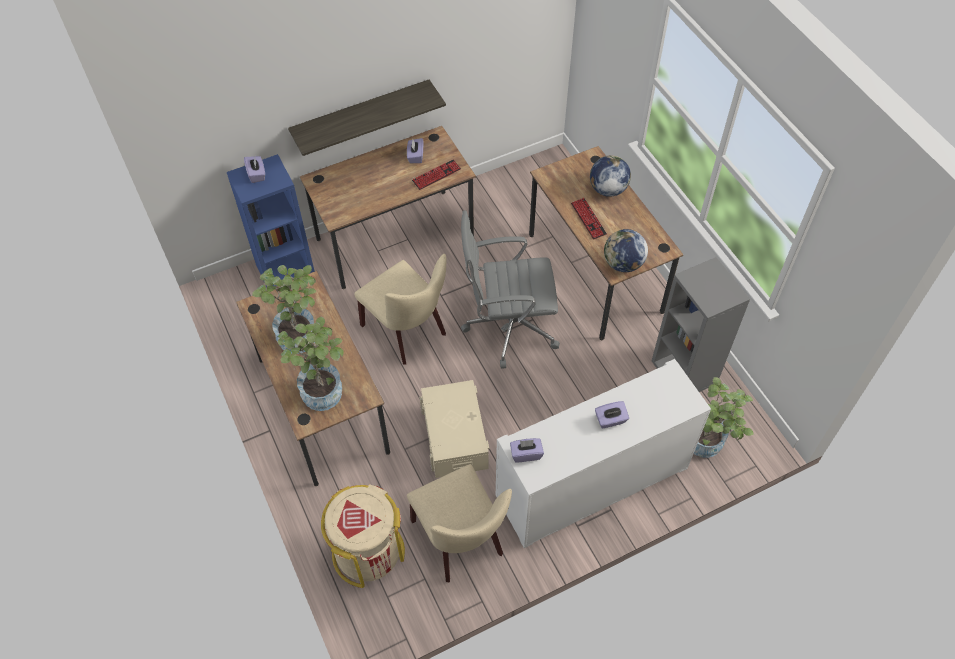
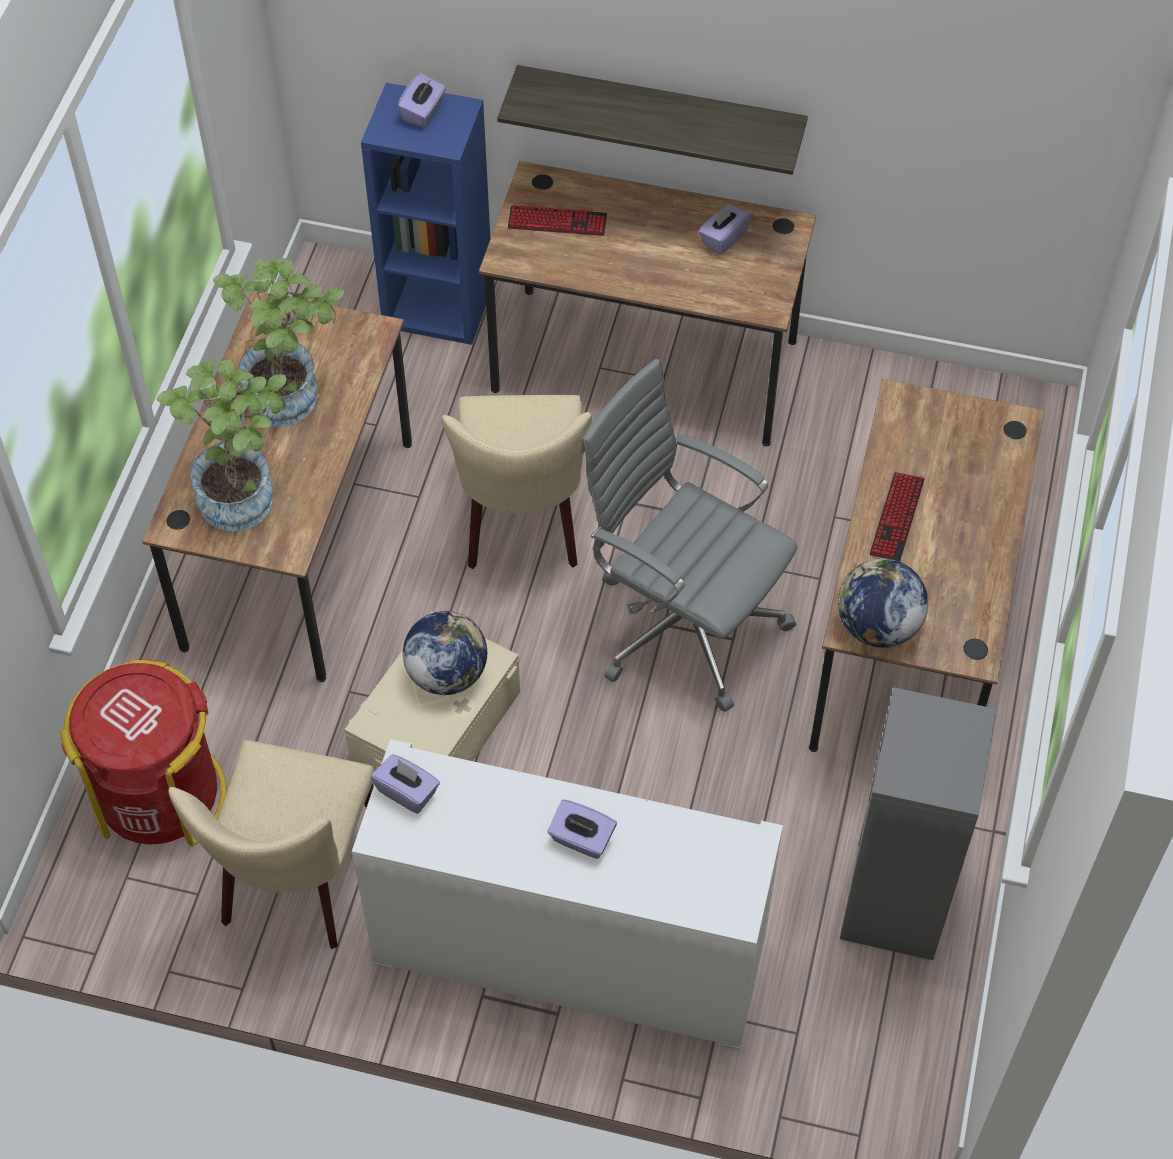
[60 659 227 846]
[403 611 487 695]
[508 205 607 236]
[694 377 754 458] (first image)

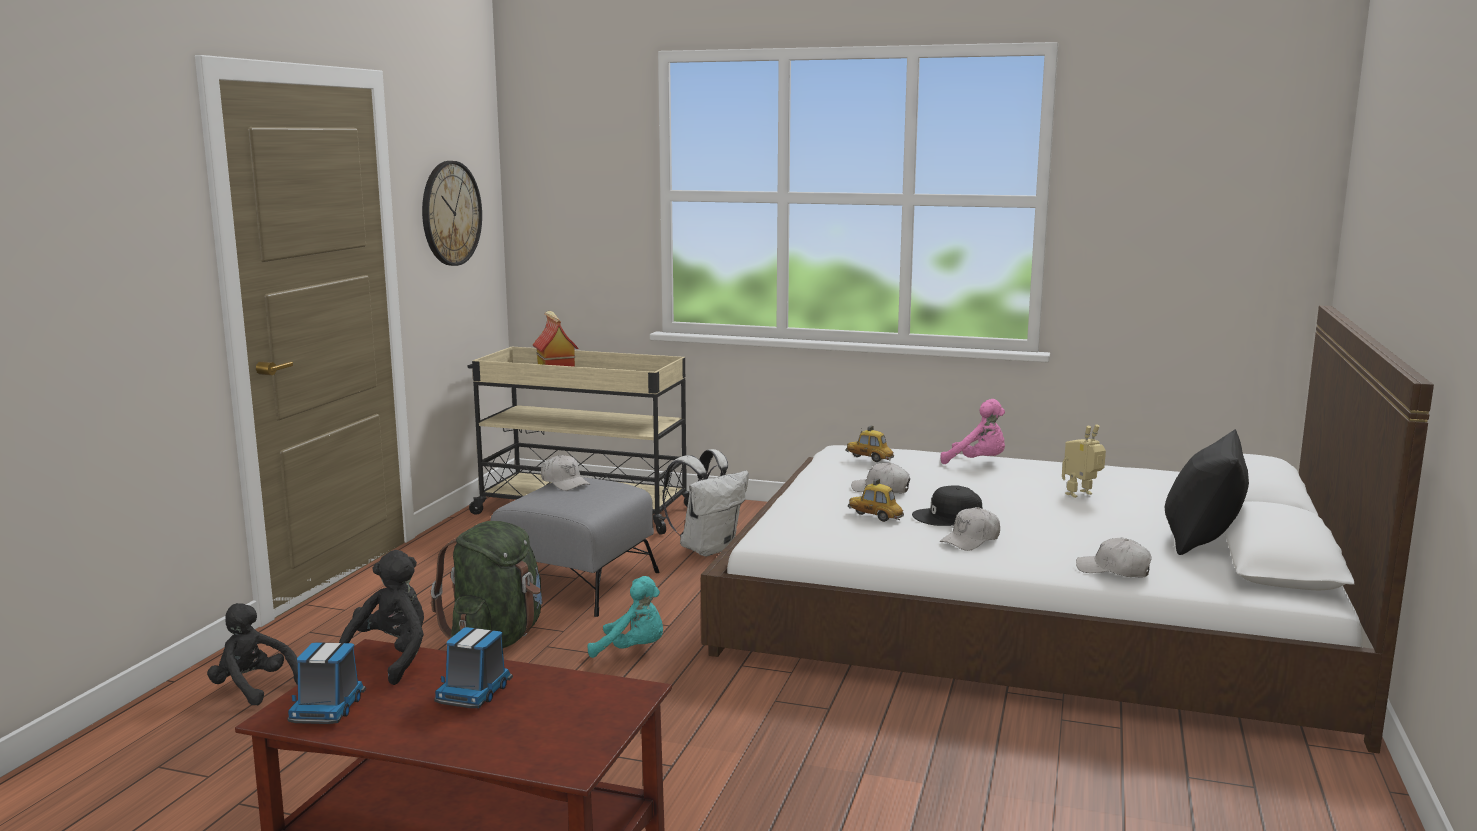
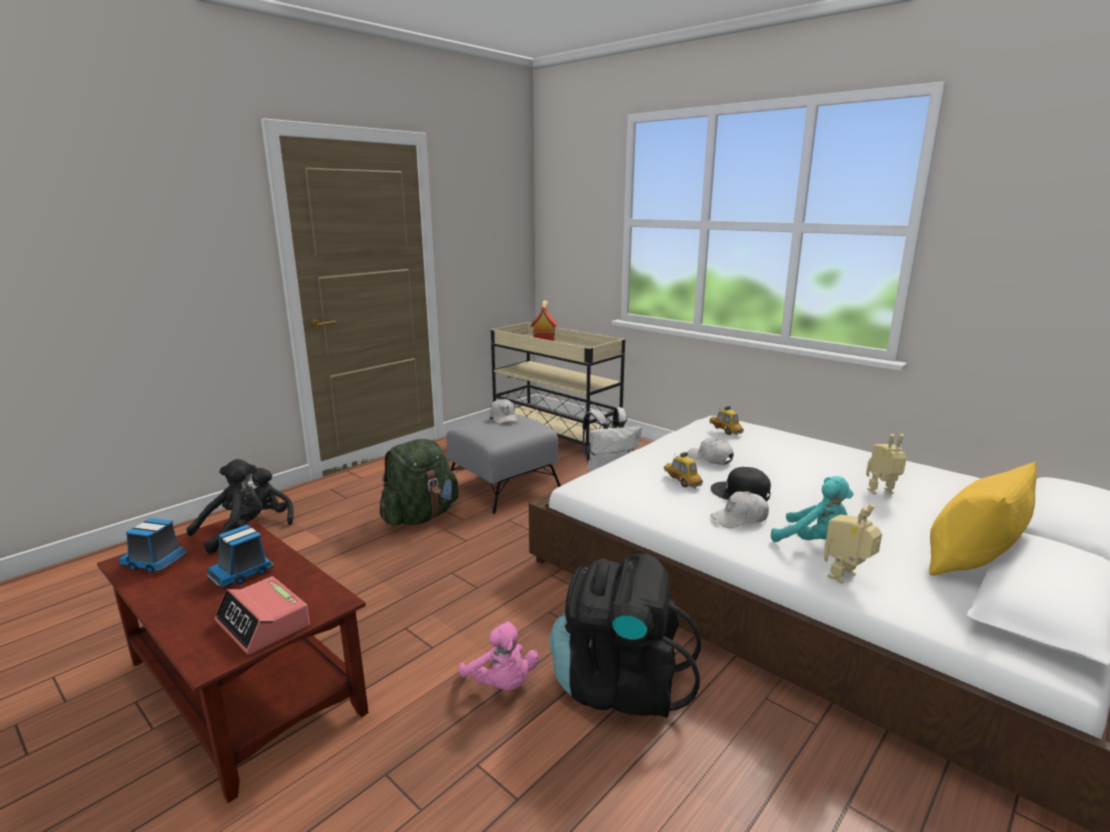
[118 518 188 573]
[214 576 310 655]
[459 621 539 690]
[550 553 701 718]
[771 476 853 542]
[824 504 882 584]
[929 461 1037 575]
[422 161 482 266] (first image)

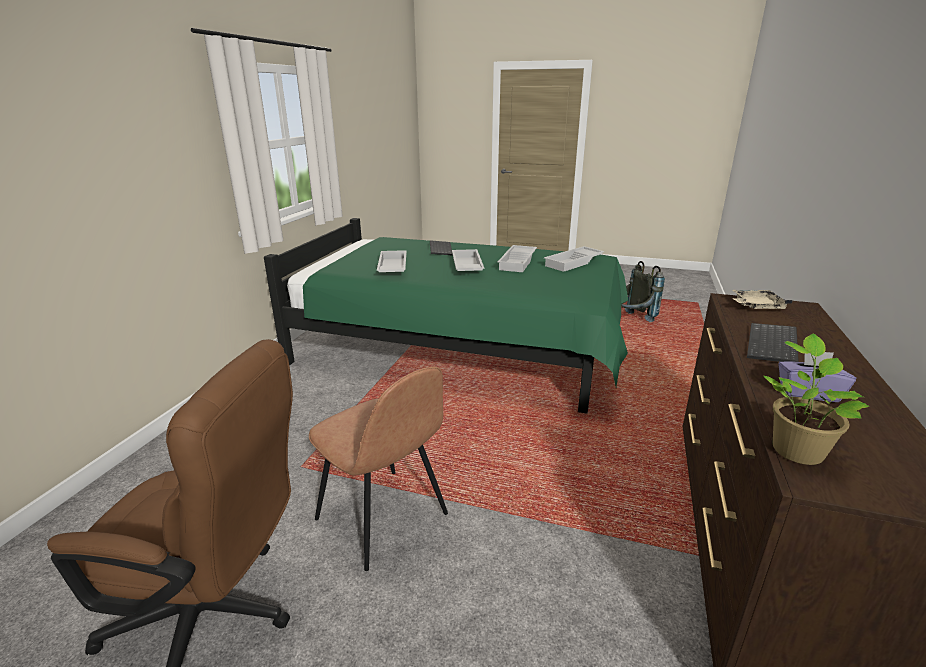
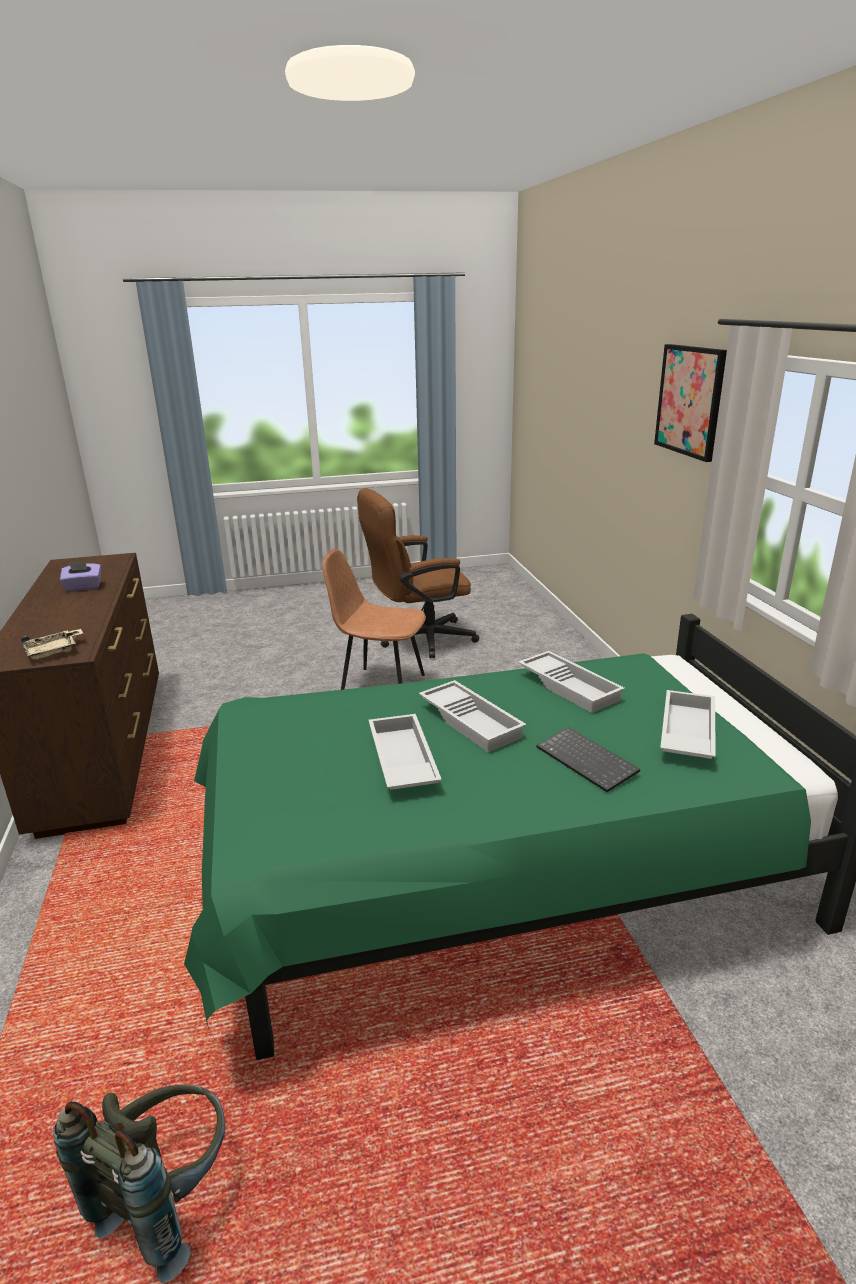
[654 344 727 462]
[660 690 716 759]
[747 323 799 362] (first image)
[764 334 870 465] (first image)

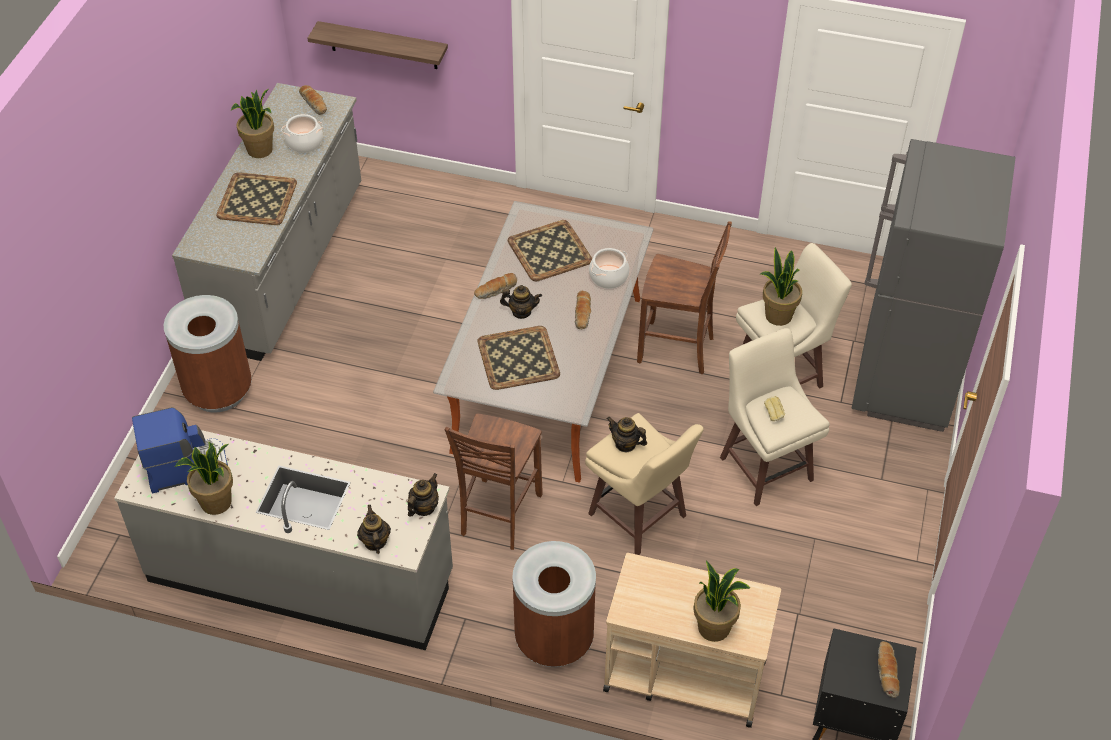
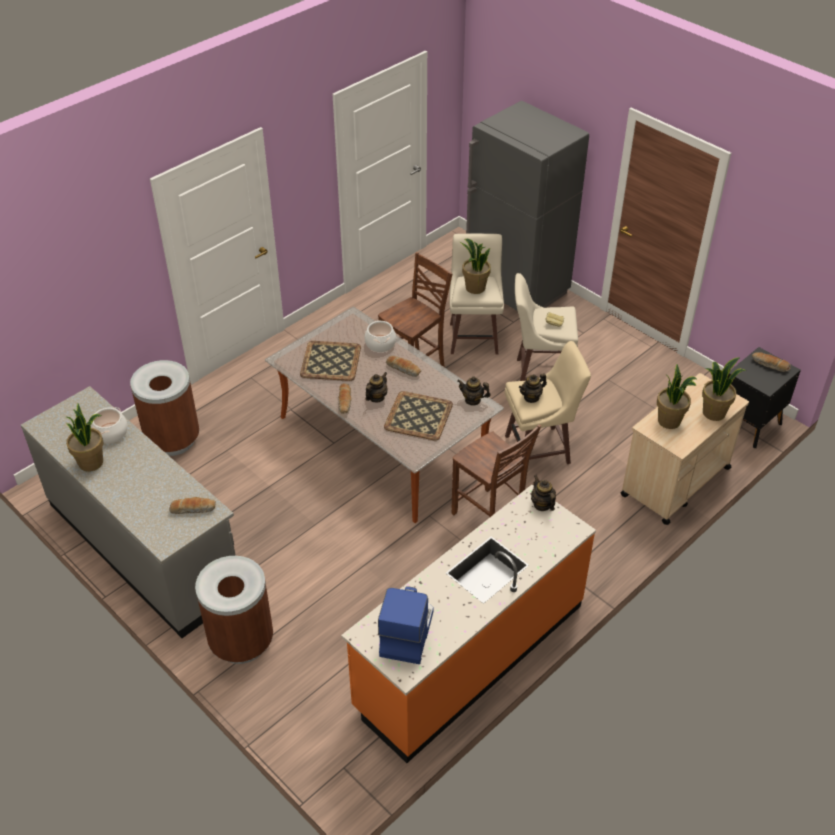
[130 360 199 456]
[169 497 216 514]
[341 485 596 763]
[457 377 491 406]
[657 364 697 429]
[216 172 297 225] (first image)
[308 21 448 69] (first image)

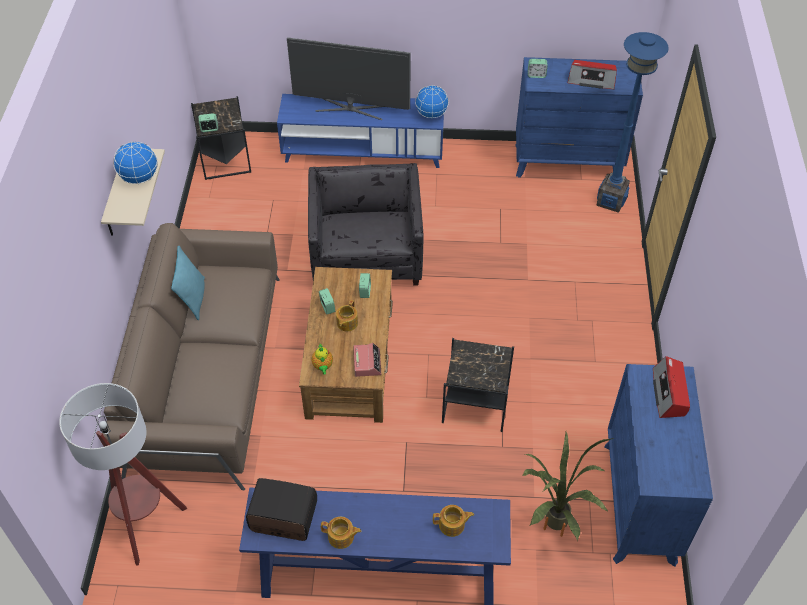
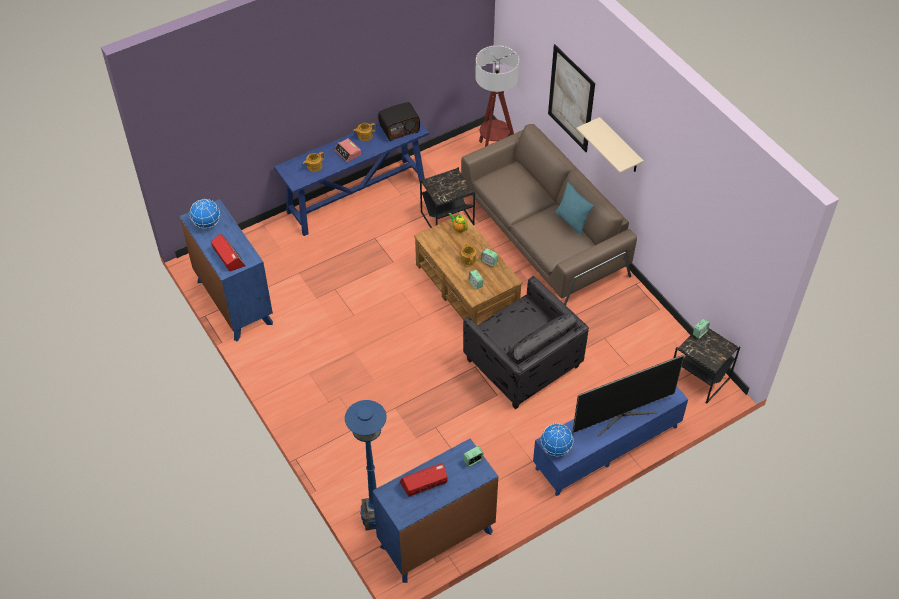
[190 199 220 229]
[334 138 361 162]
[420 167 475 228]
[548 44 595 152]
[522 432 613 541] (first image)

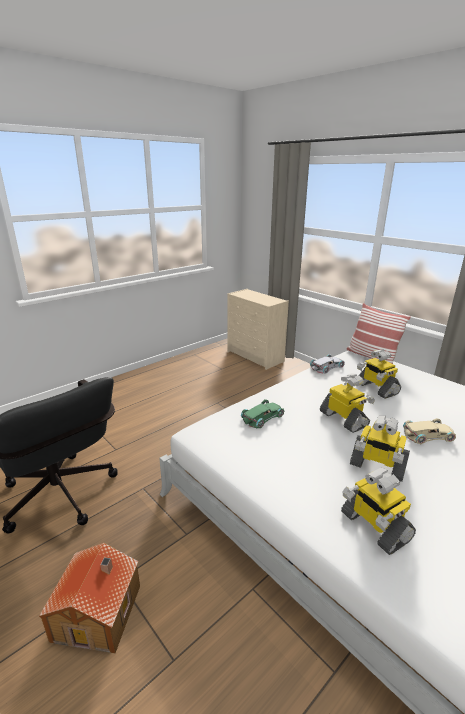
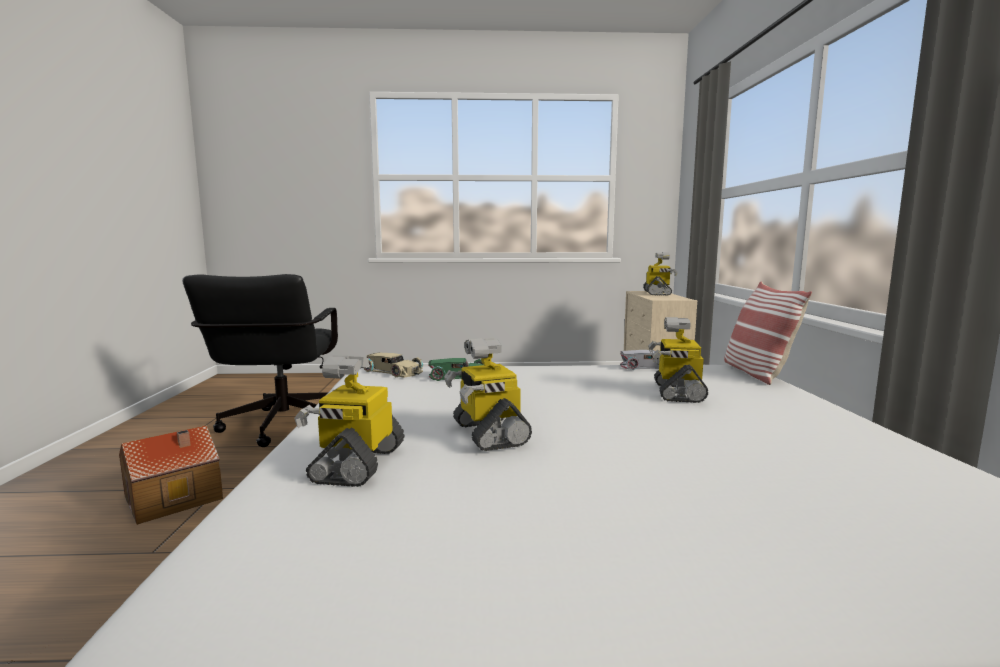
[364 352 423 378]
[643 252 678 296]

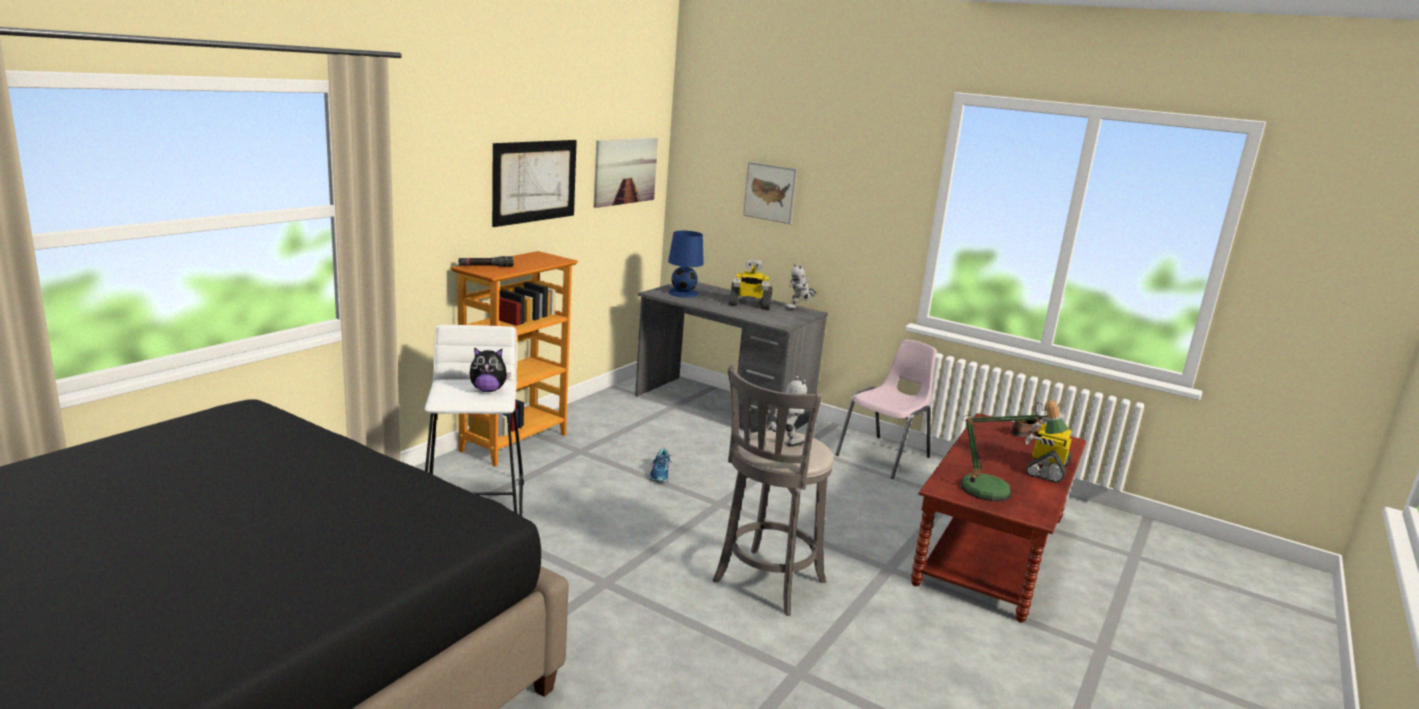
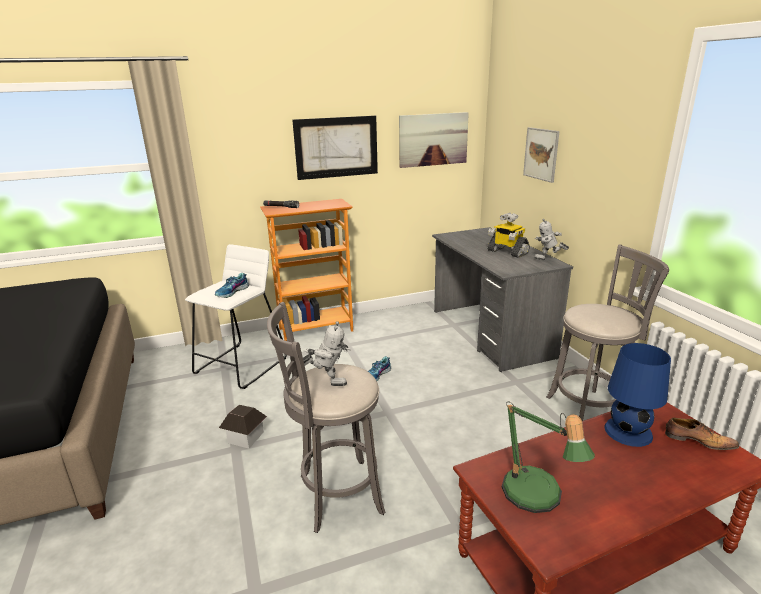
[215 273 249 298]
[219 405 267 449]
[546 244 669 421]
[605 343 671 447]
[1025 411 1072 483] (first image)

